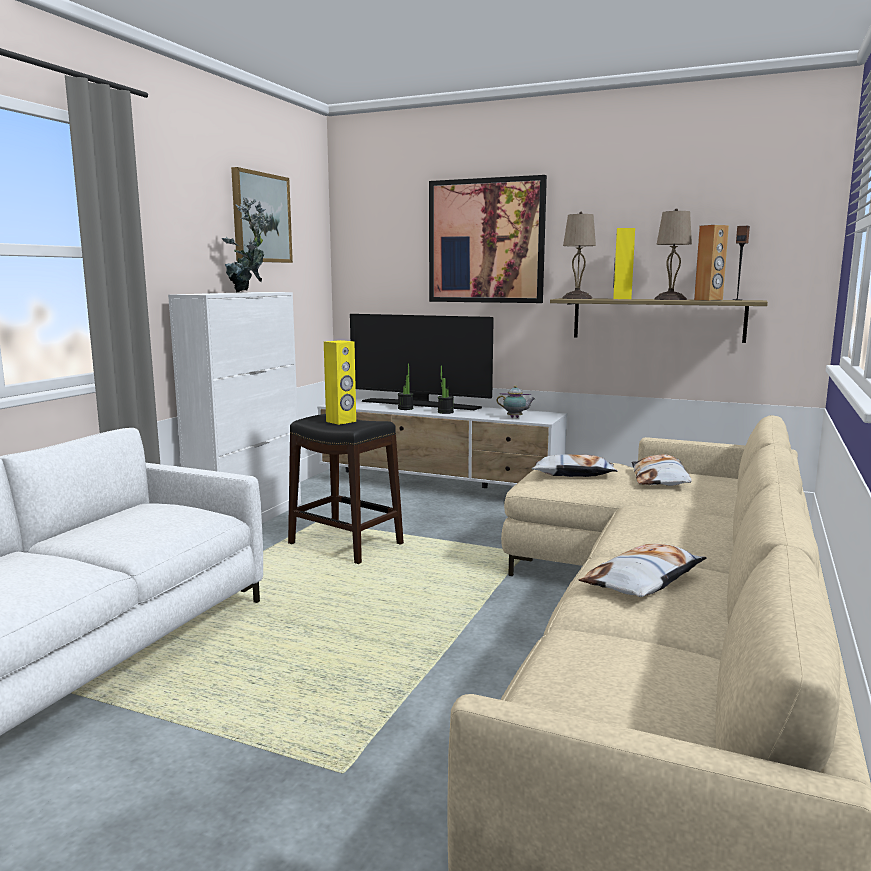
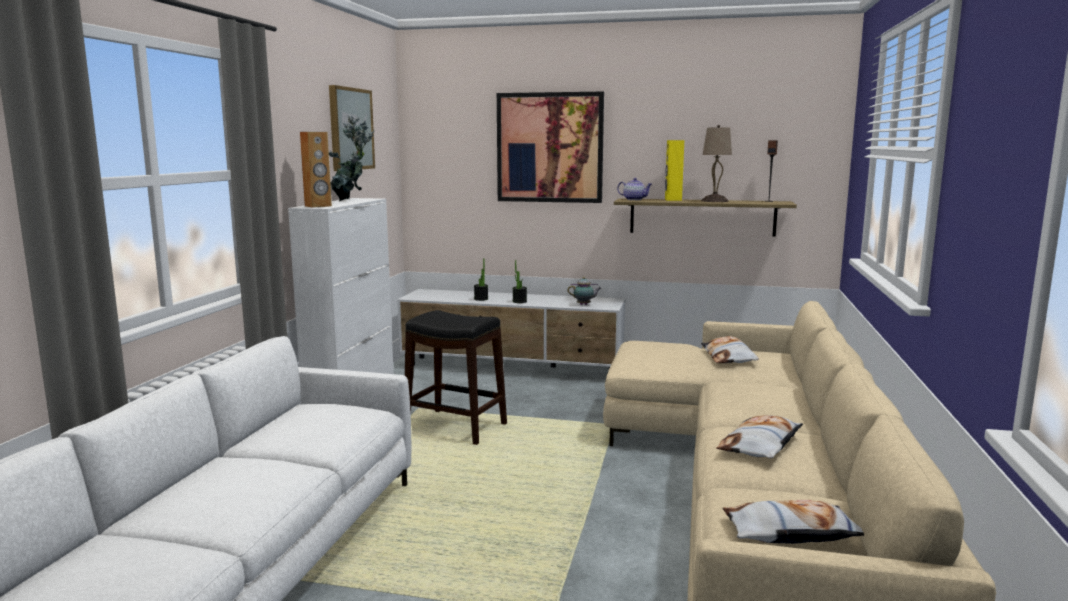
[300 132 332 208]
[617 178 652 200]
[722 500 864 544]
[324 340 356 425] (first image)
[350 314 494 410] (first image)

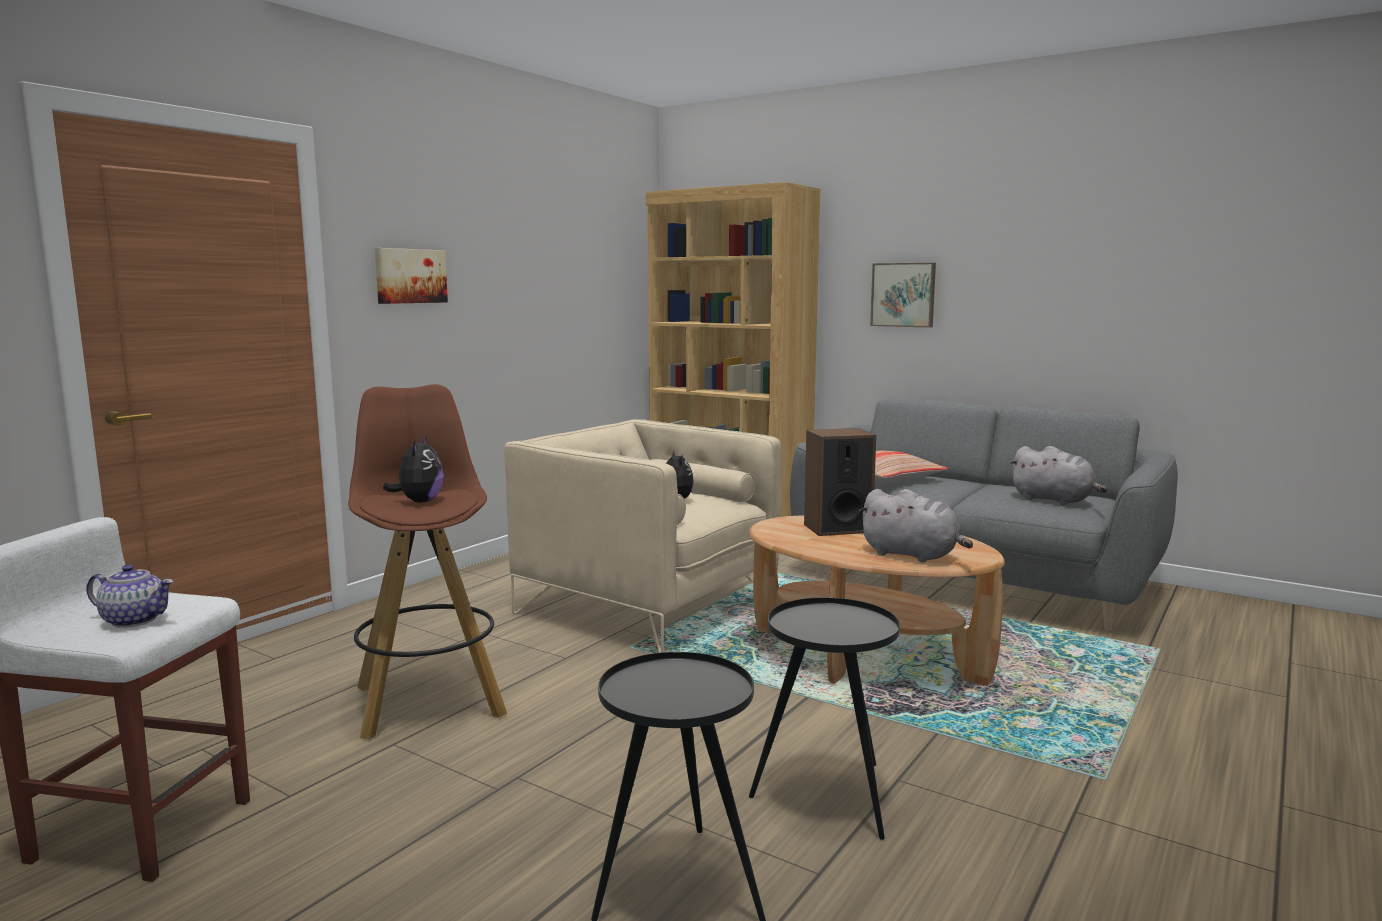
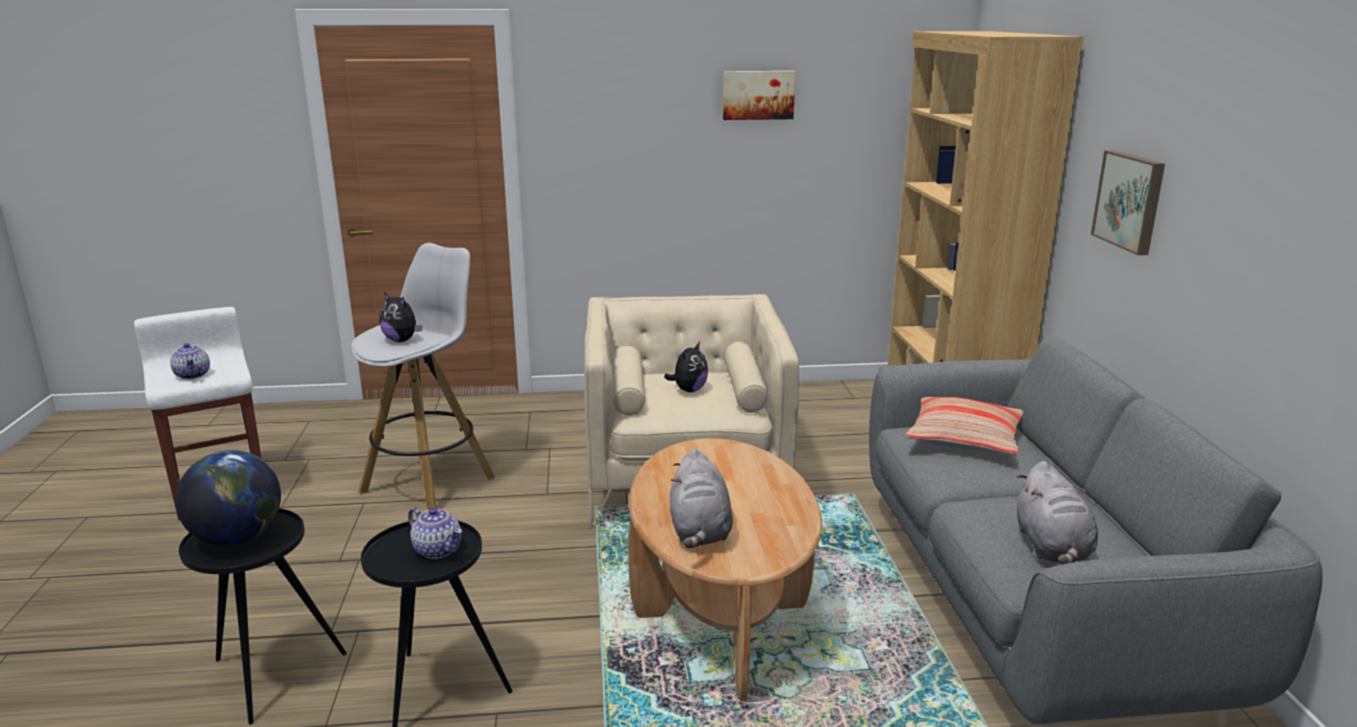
[176 450 281 546]
[351 243 495 510]
[380 292 422 342]
[408 507 462 559]
[723 71 796 120]
[804 428 876 536] (first image)

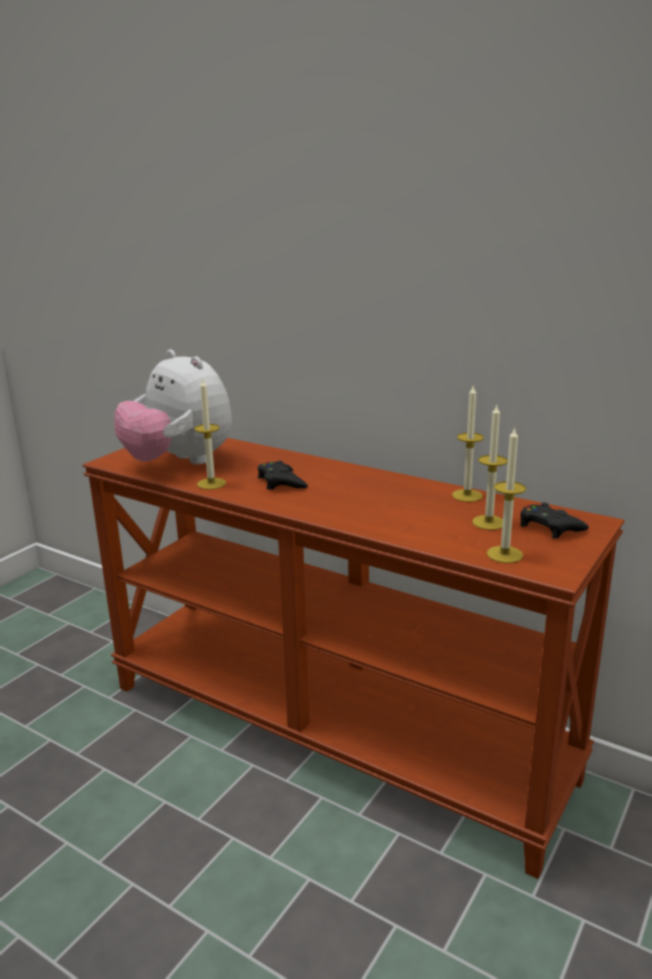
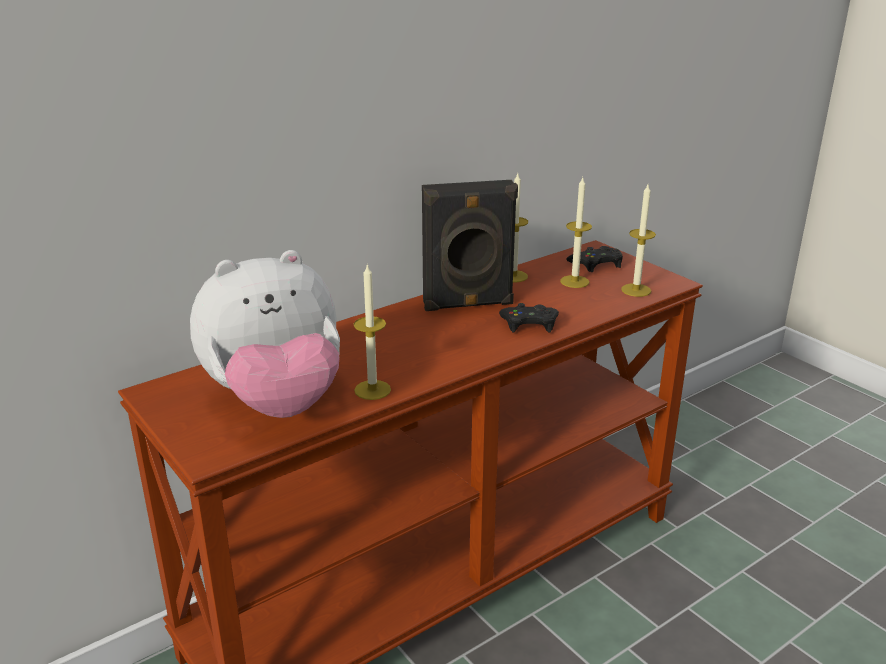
[422 180 518 311]
[499 303 559 333]

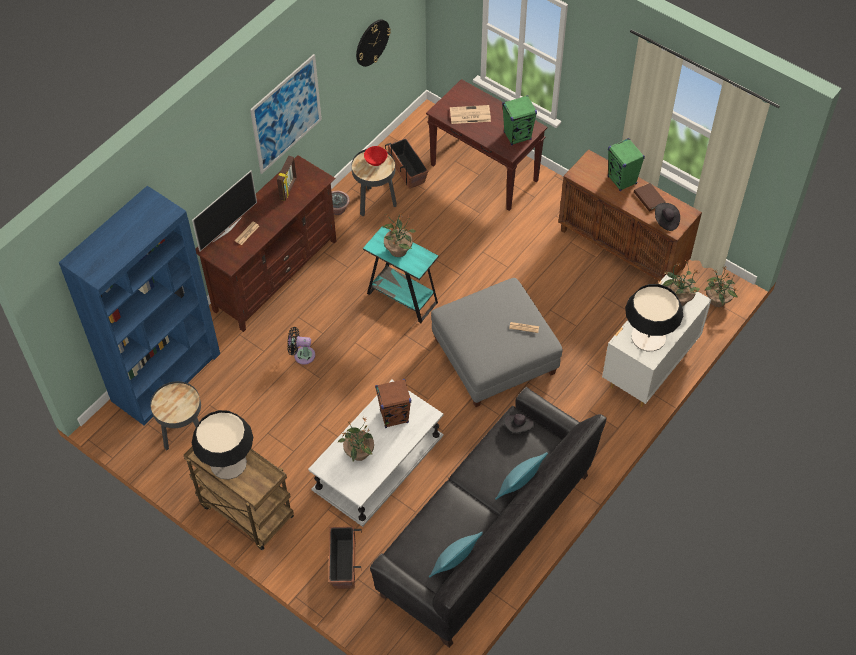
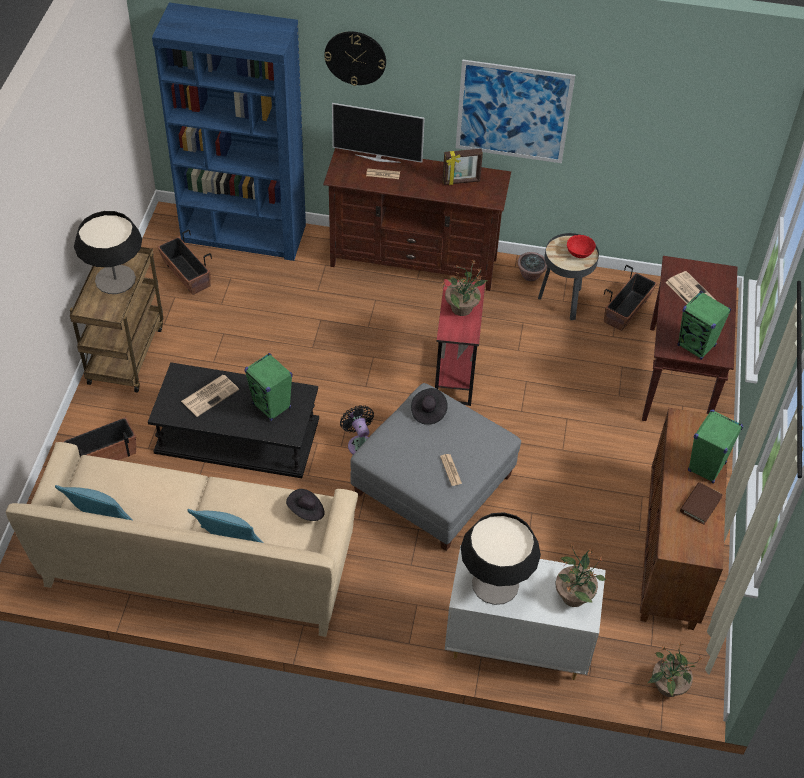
[6 442 358 637]
[148 362 319 478]
[157 229 212 295]
[181 375 239 417]
[244 353 293 421]
[324 31 386 86]
[340 405 374 455]
[411 388 448 425]
[435 279 485 406]

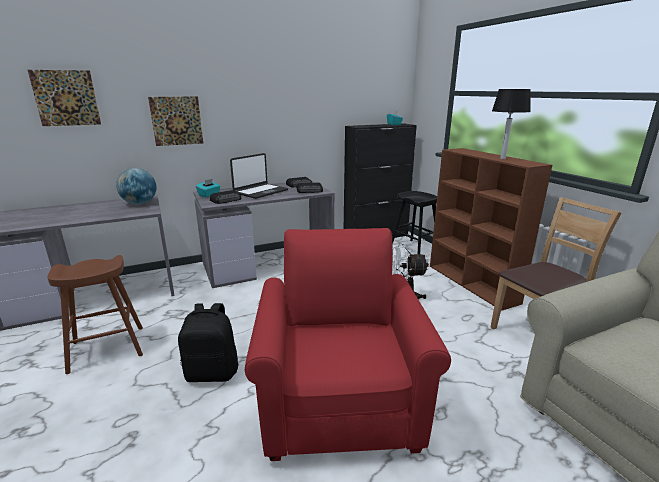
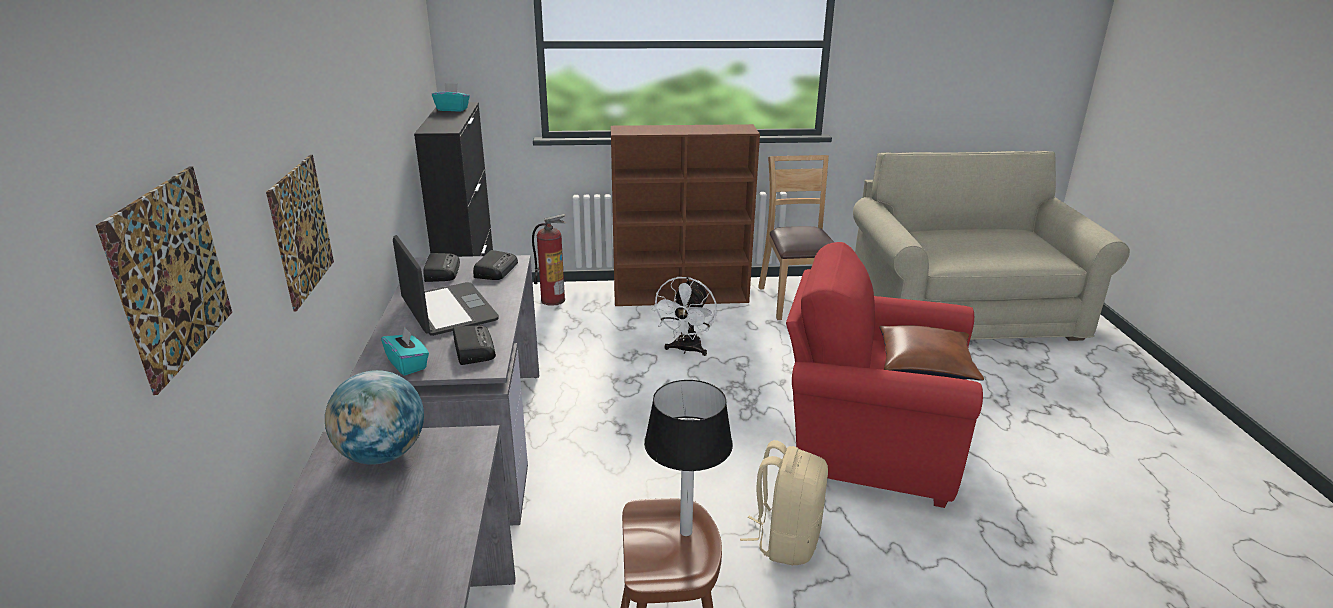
[532 214 566 306]
[644 380 733 536]
[740 440 828 565]
[879 325 984 381]

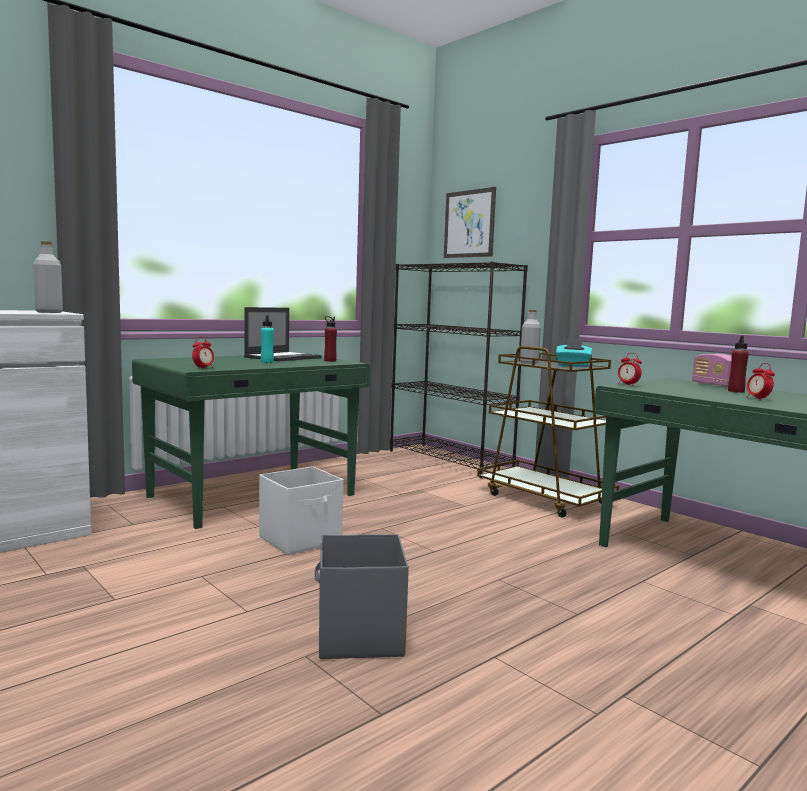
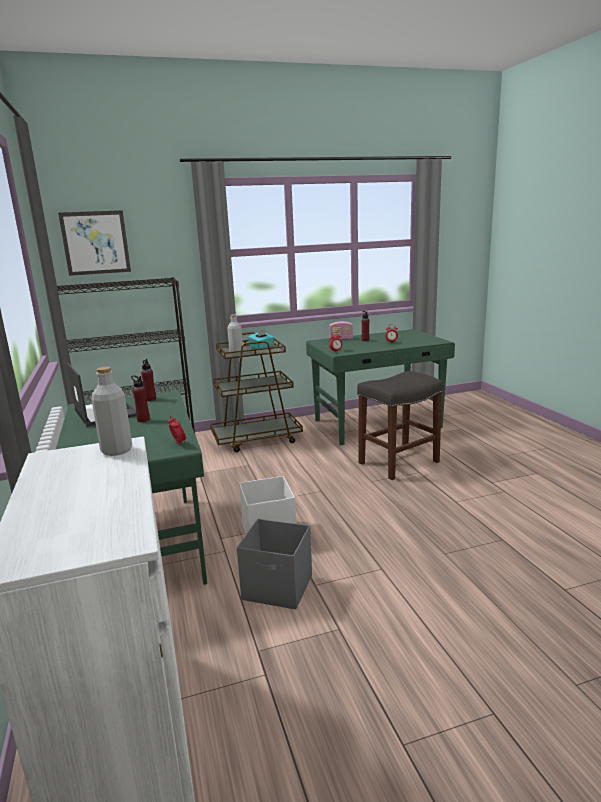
[131 375 150 422]
[237 519 312 609]
[357 371 444 480]

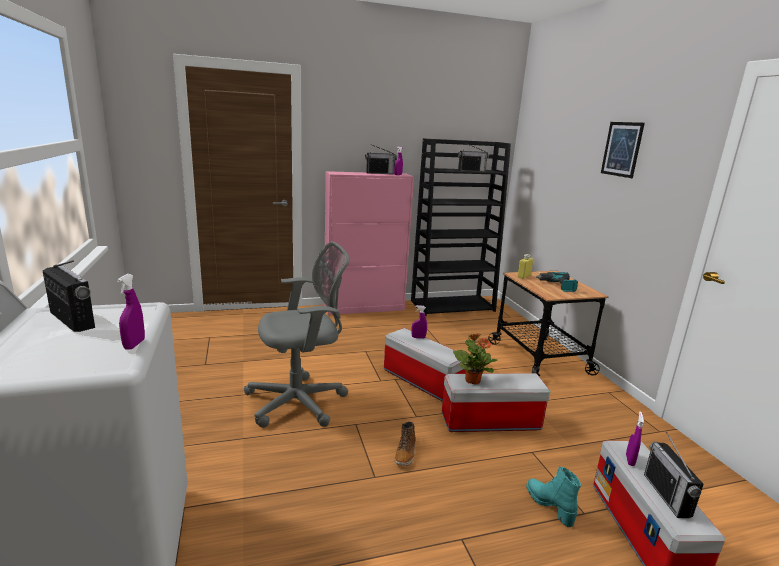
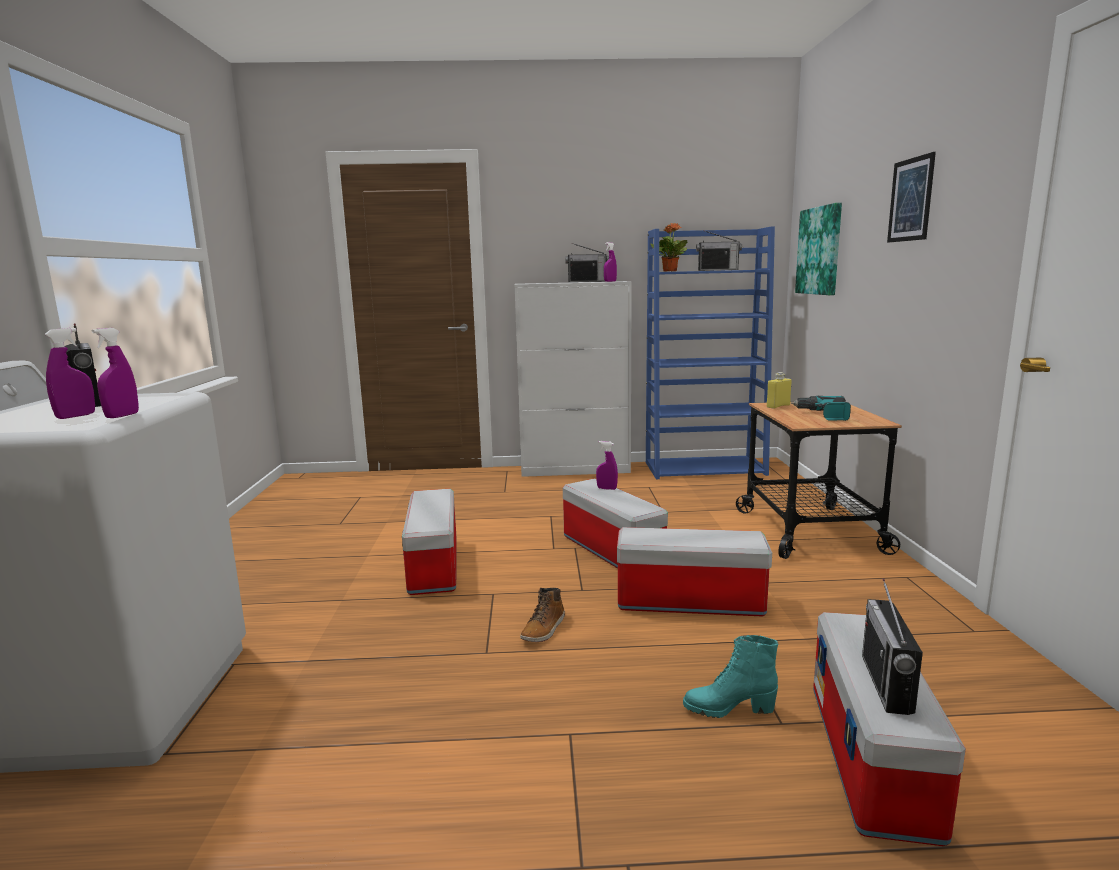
[44 328 95 419]
[402 489 457 595]
[514 281 632 477]
[646 226 775 479]
[651 223 688 272]
[683 635 778 718]
[795 203 842 295]

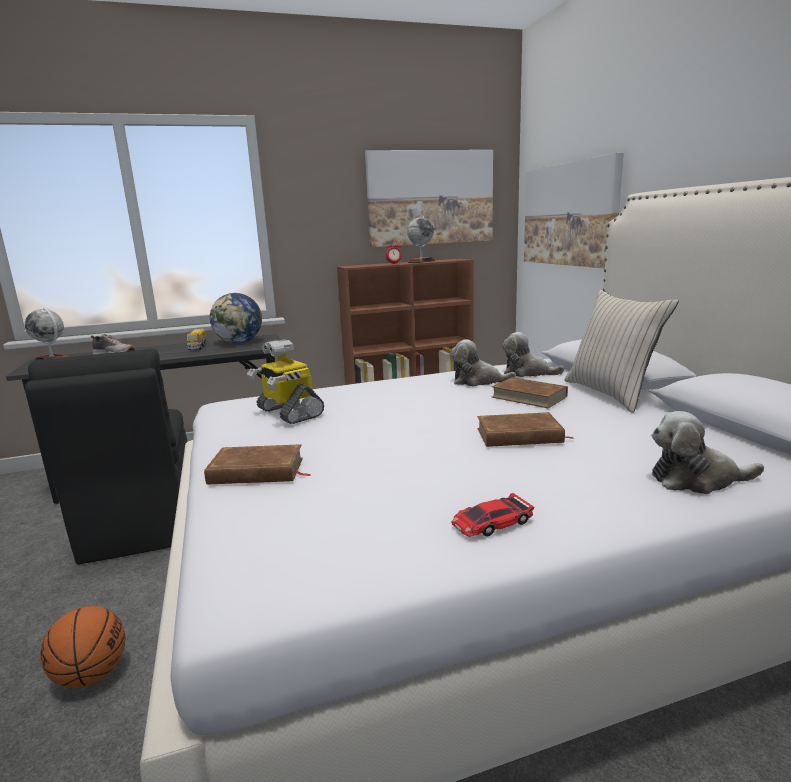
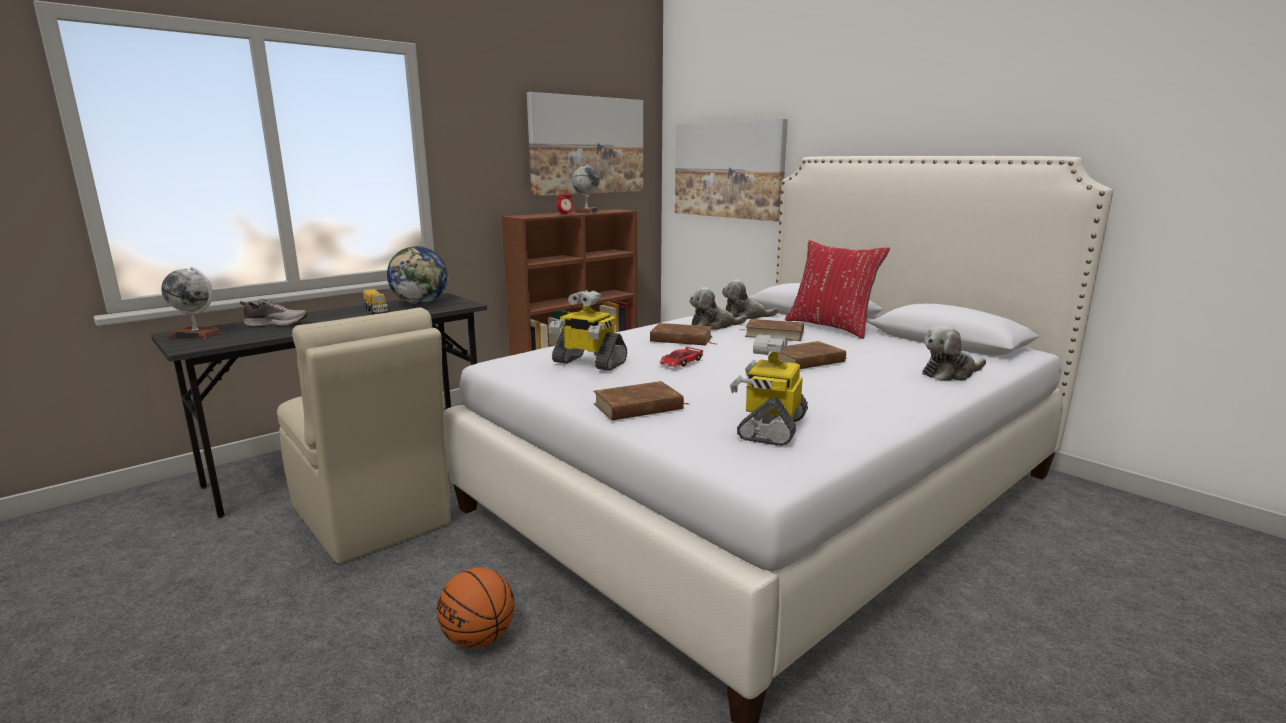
[277 307 451 564]
[650 323 717 345]
[660 347 704 367]
[730 334 808 446]
[785 240 890 339]

